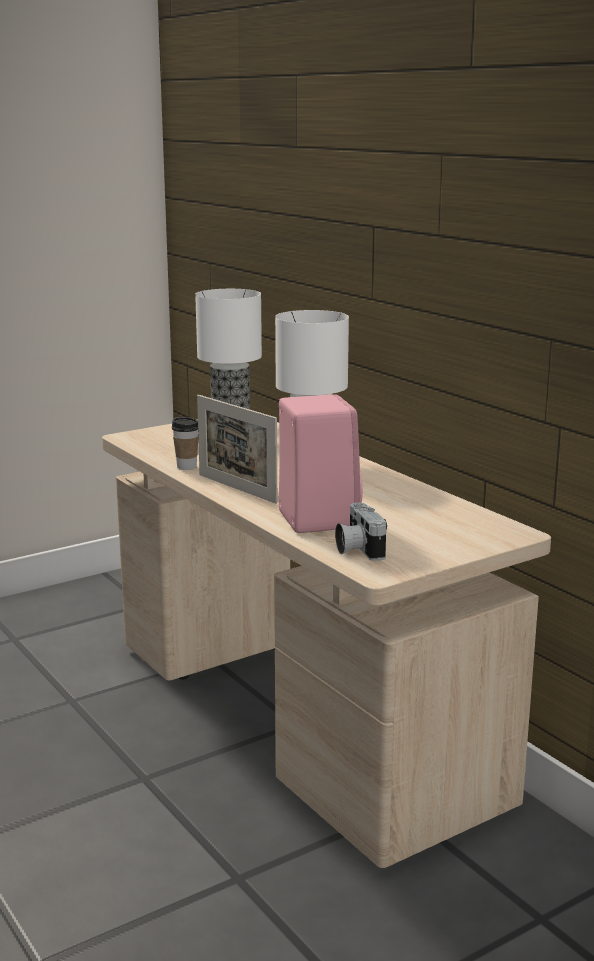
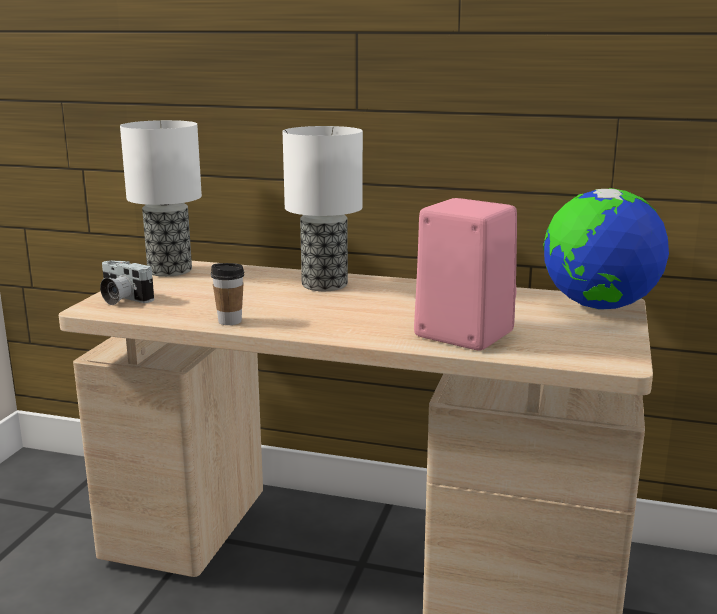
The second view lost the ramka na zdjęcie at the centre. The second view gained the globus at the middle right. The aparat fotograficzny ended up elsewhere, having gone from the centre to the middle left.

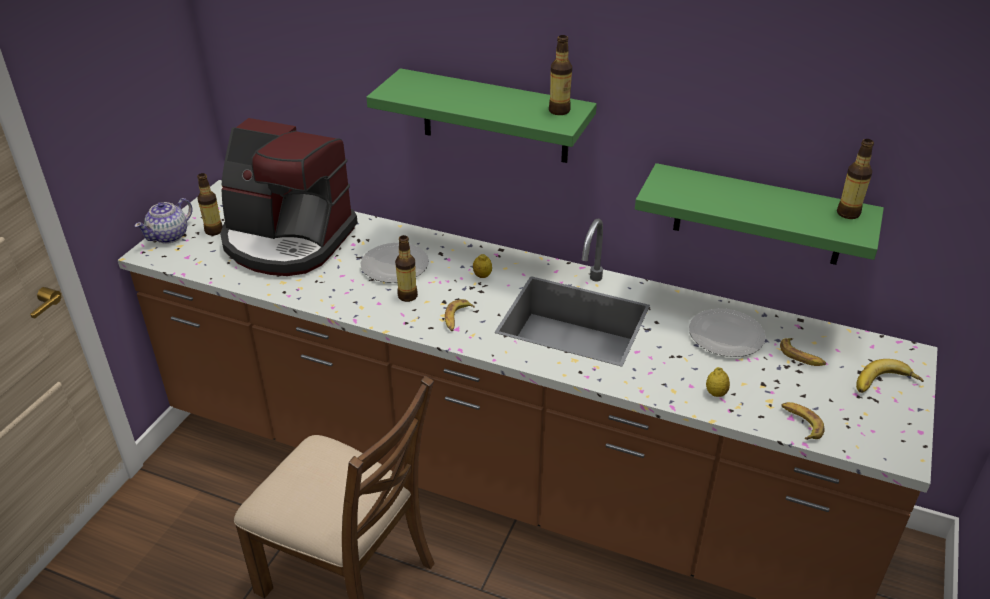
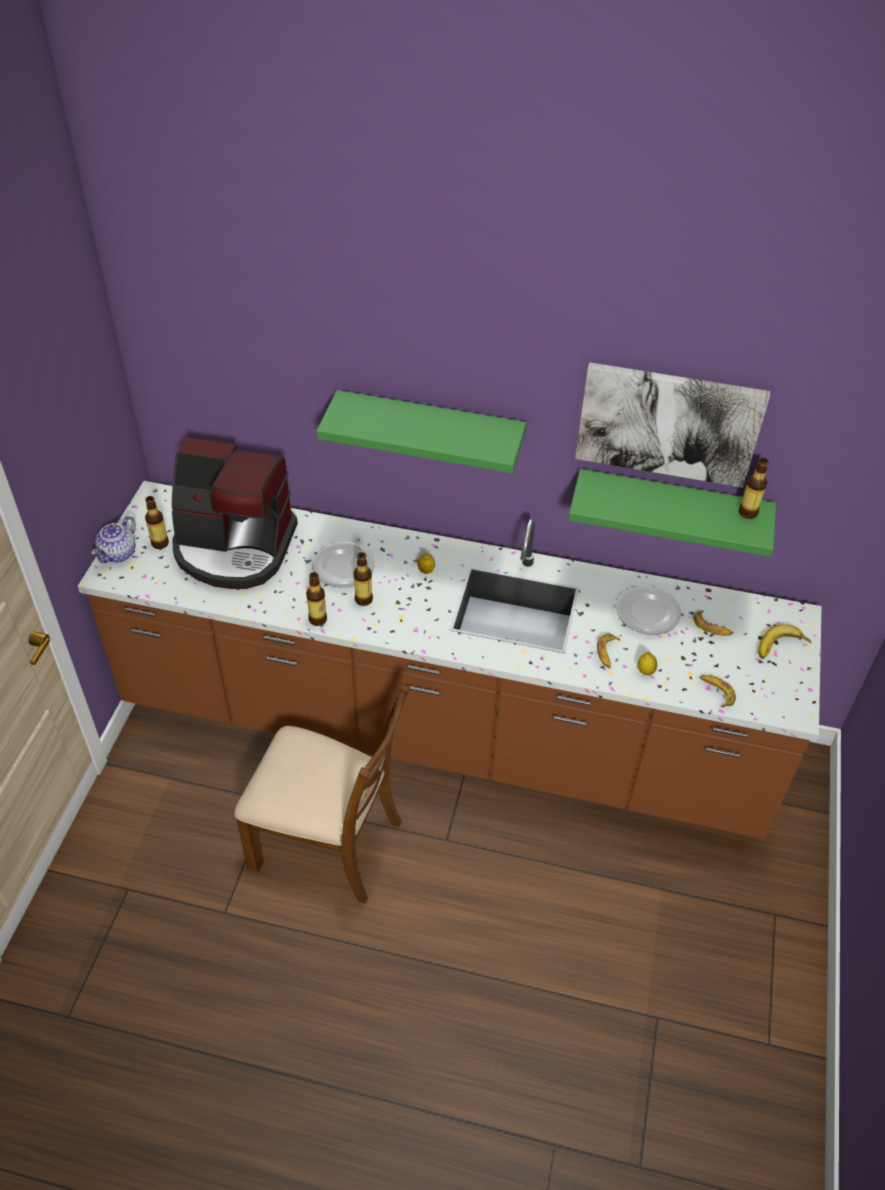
The second view gained the obraz at the middle right. The banan (no. 1 from left) ended up elsewhere, having gone from the centre to the middle right. The butelka (no. 3 from left in the first image) ended up elsewhere, having gone from the top centre to the centre.

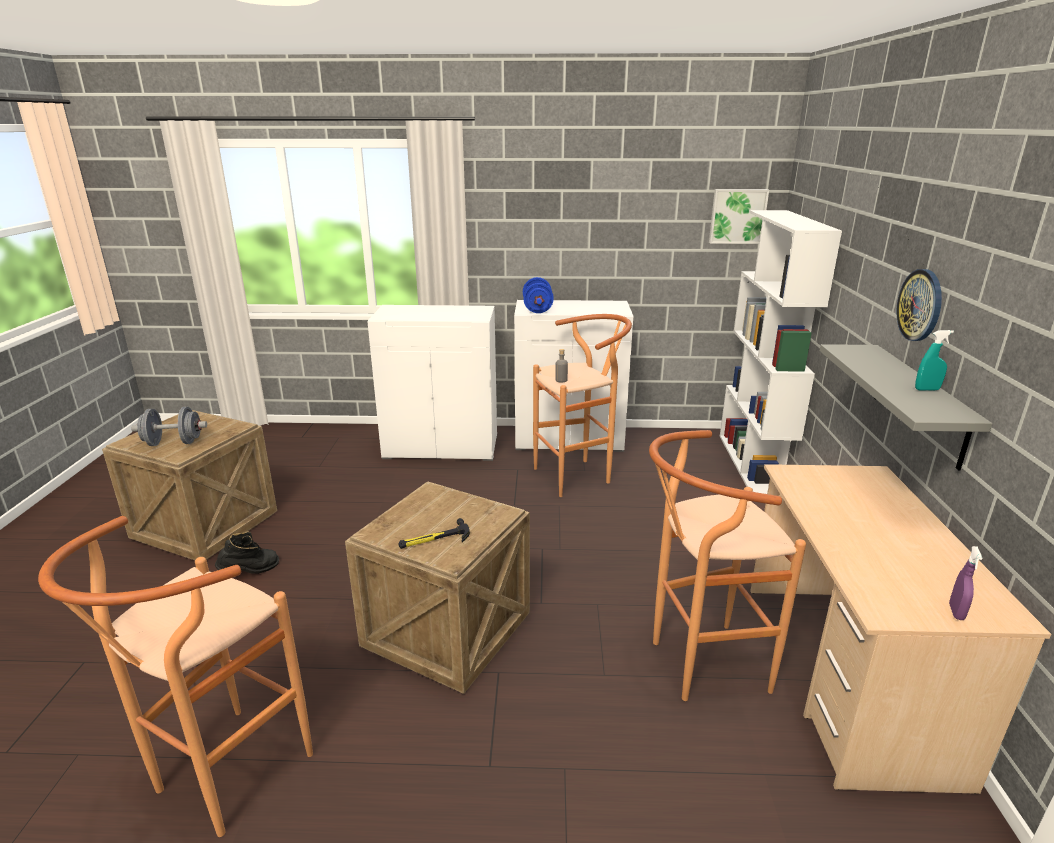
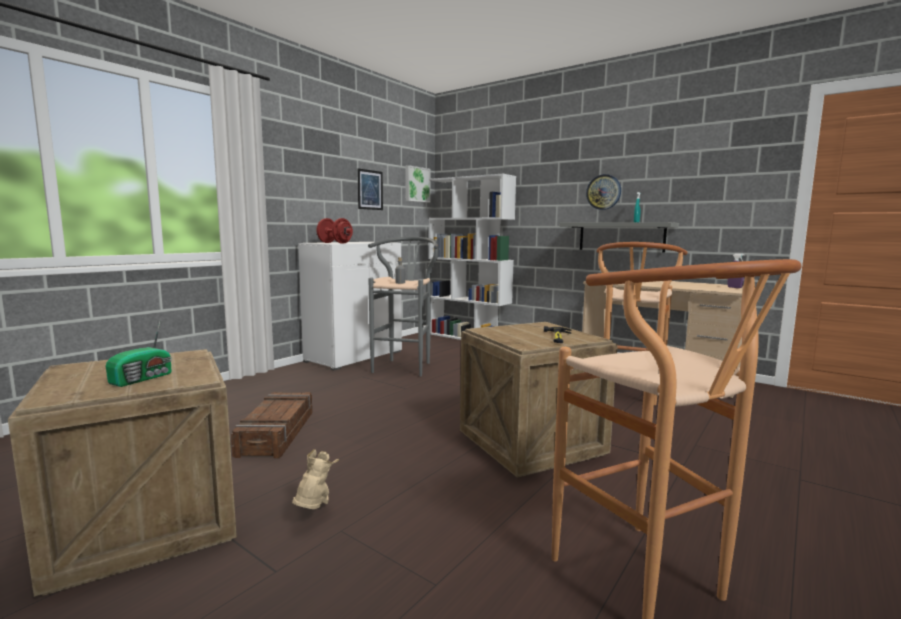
The second view lost the szafka (biały) (no. 1 from left) at the centre. The second view gained the skrzynka (no. 2 from left) at the bottom left. The second view gained the obraz (no. 1 from left) at the top centre. Where the hantel (szary) stood at the middle left, the radio came to stand at the middle left. What was the but z cholewką (czarny) at the middle left turned into the but z cholewką (beżowy) at the bottom centre. What was the hantel (niebieski) at the centre turned into the hantel (czerwony) at the centre. What was the stołek (brązowy) (no. 2 from left) at the centre turned into the stołek (szary) at the centre.

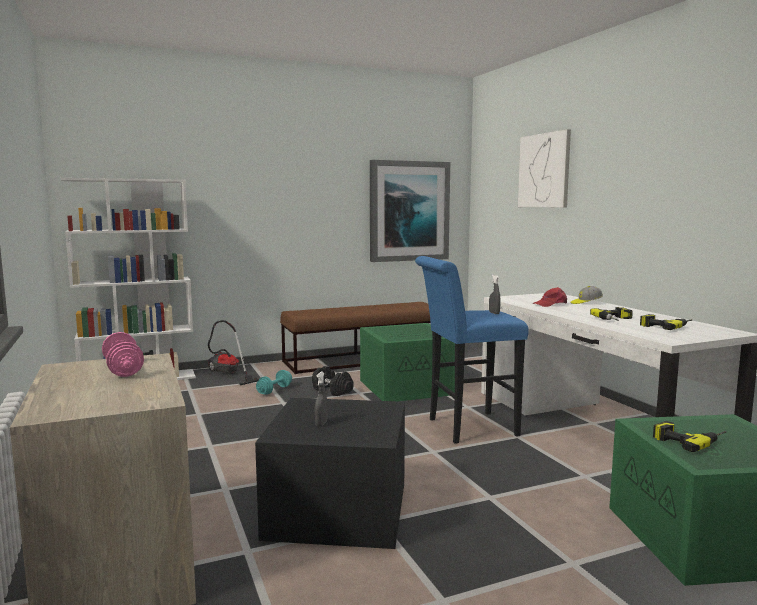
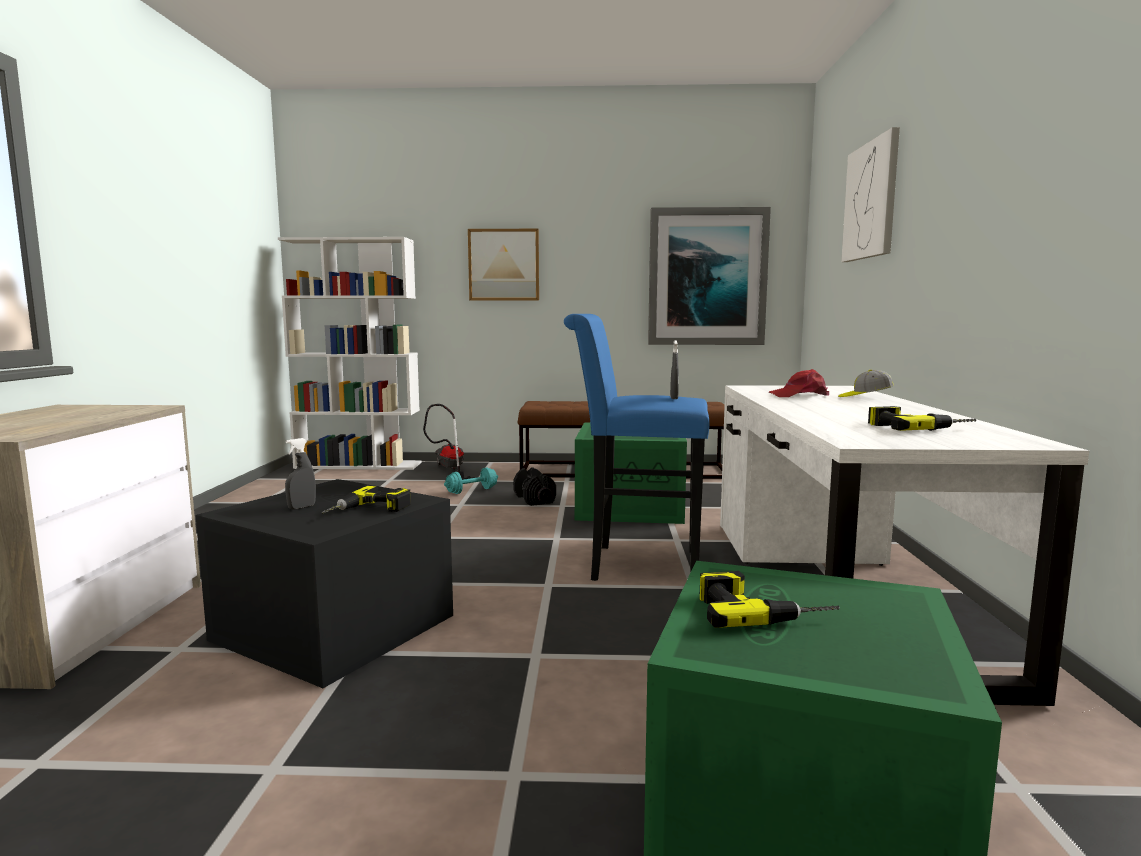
The second view lost the hantel (różowy) at the middle left. The second view gained the obraz (no. 1 from left) at the top centre. The wiertarka (no. 1 from left) ended up elsewhere, having gone from the middle right to the middle left.

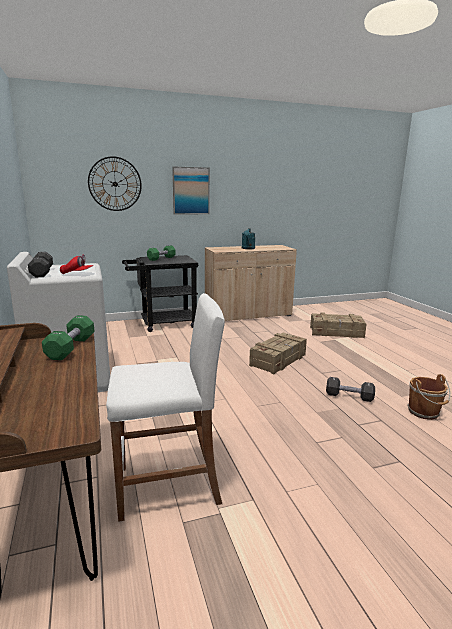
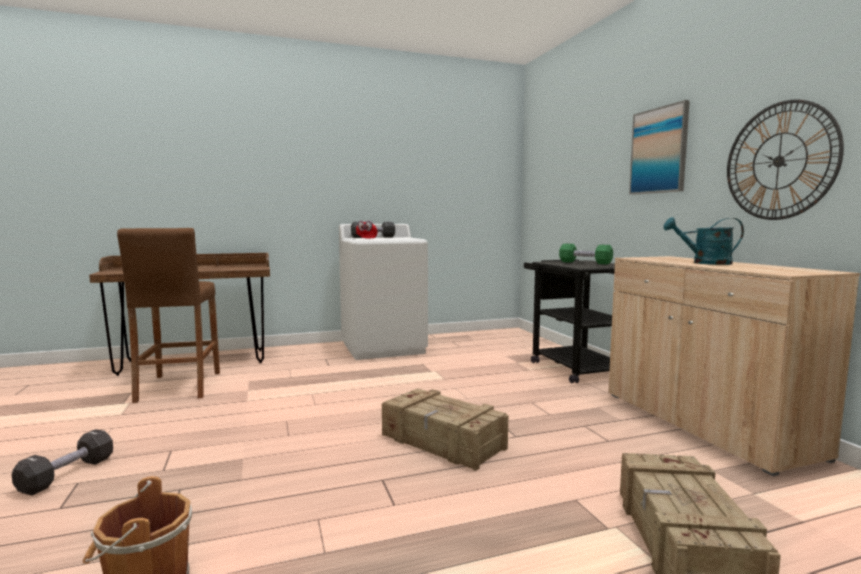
The second view lost the hantel (zielony) (no. 1 from left) at the middle left. The zegar ścienny ended up elsewhere, having gone from the top left to the top right. The hantel (czarny) (no. 2 from left in the first image) ended up elsewhere, having gone from the middle right to the bottom left. What was the stołek (biały) at the centre turned into the stołek (brązowy) at the middle left.

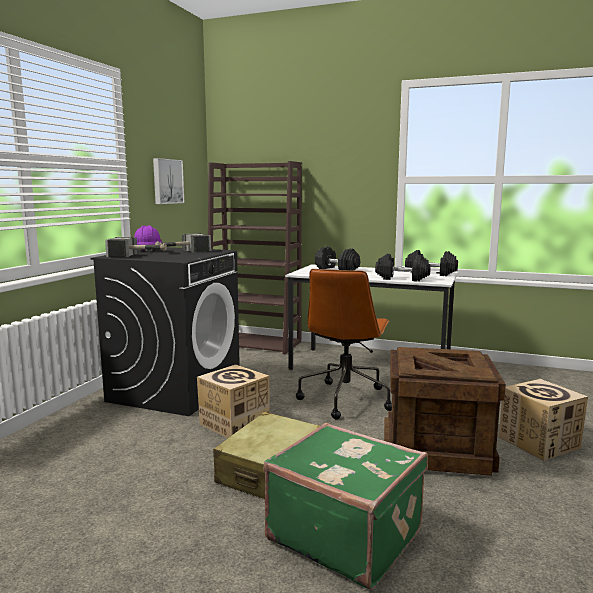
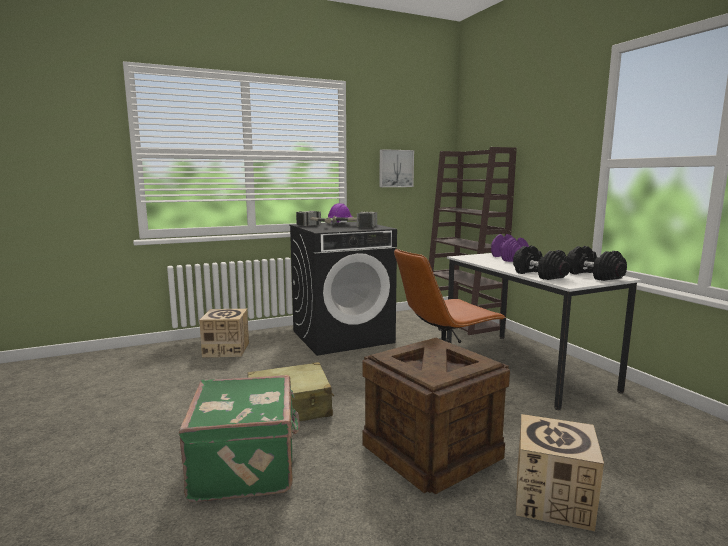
The karton (no. 1 from left) ended up elsewhere, having gone from the bottom centre to the middle left. What was the hantel (czarny) (no. 1 from left) at the centre turned into the hantel (fioletowy) at the middle right.

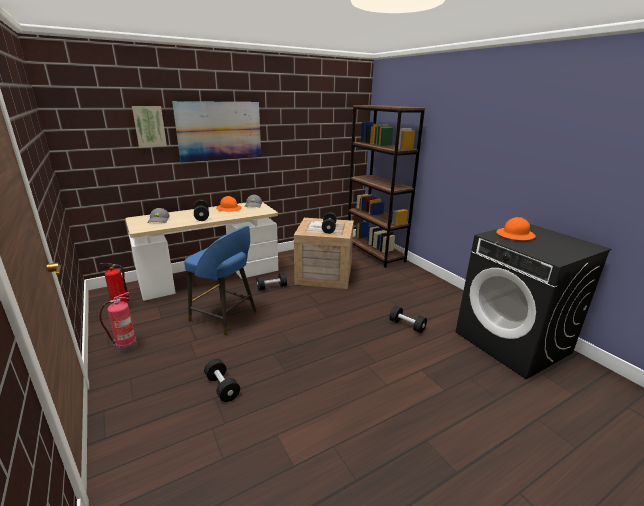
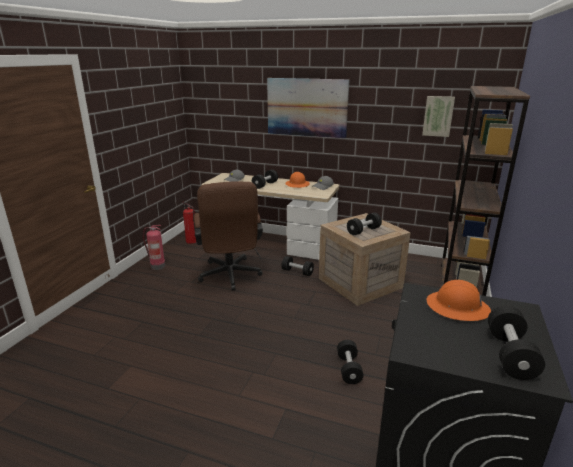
The obraz (no. 1 from left in the first image) ended up elsewhere, having gone from the top left to the top right. The hantel (czarny) (no. 2 from left in the first image) ended up elsewhere, having gone from the bottom centre to the bottom right. Where the stołek (niebieski) stood at the centre, the krzesło biurowe (brązowy) came to stand at the centre.

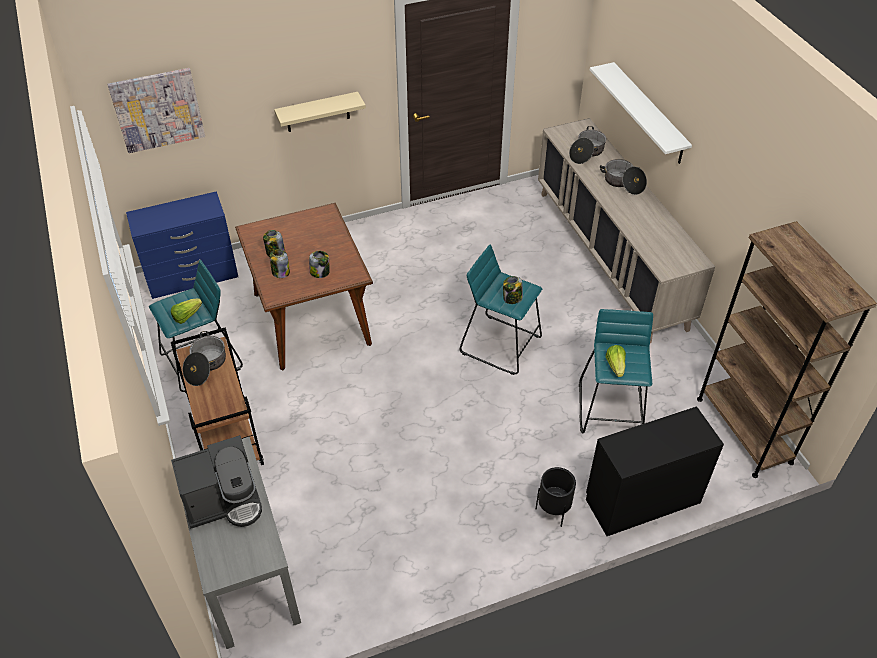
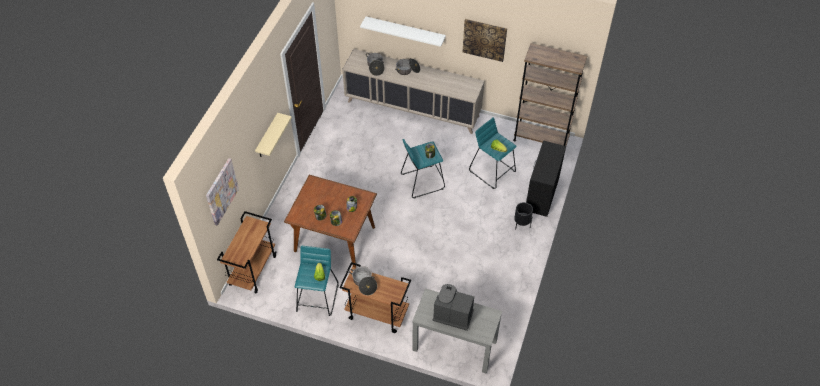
The second view gained the obraz (no. 2 from left) at the top centre. Where the komoda (niebieski) stood at the middle left, the wózek (brązowy) (no. 1 from left) came to stand at the middle left. The ekspres do kawy at the bottom left ended up facing another way, 90 degrees counterclockwise from before.

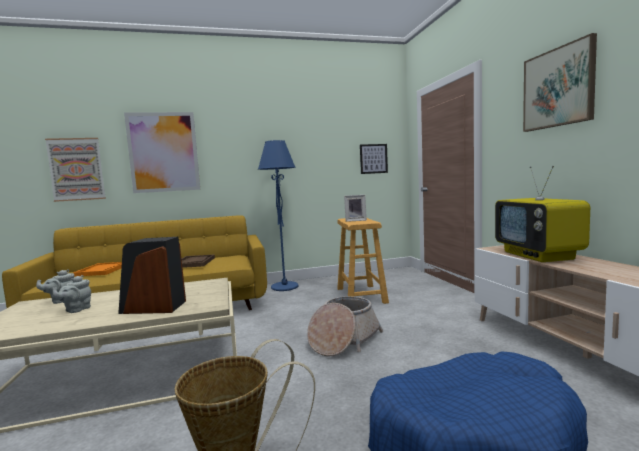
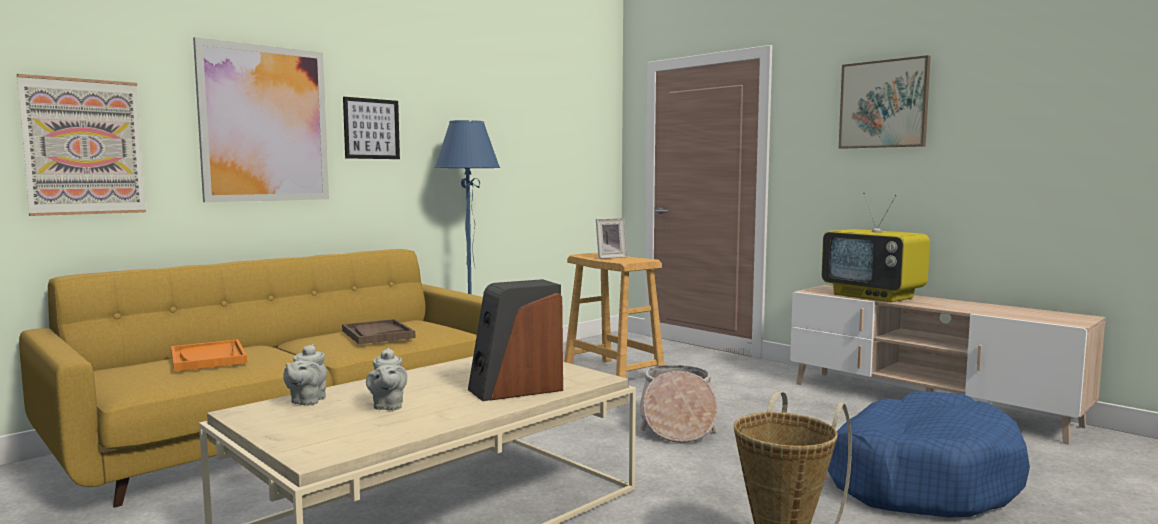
The obraz (no. 3 from left) ended up elsewhere, having gone from the centre to the top left.

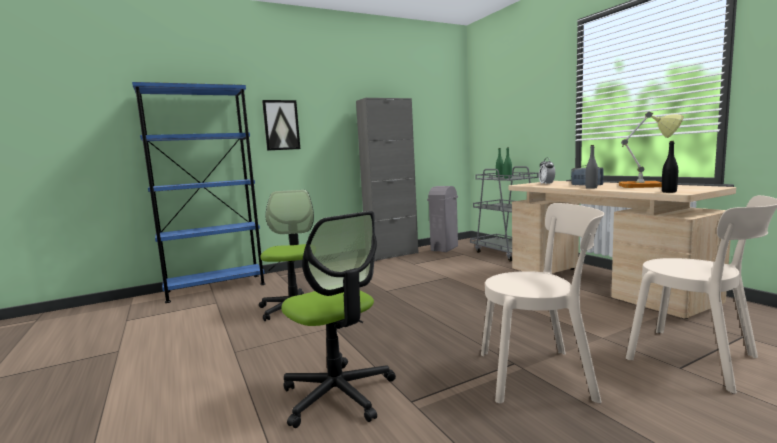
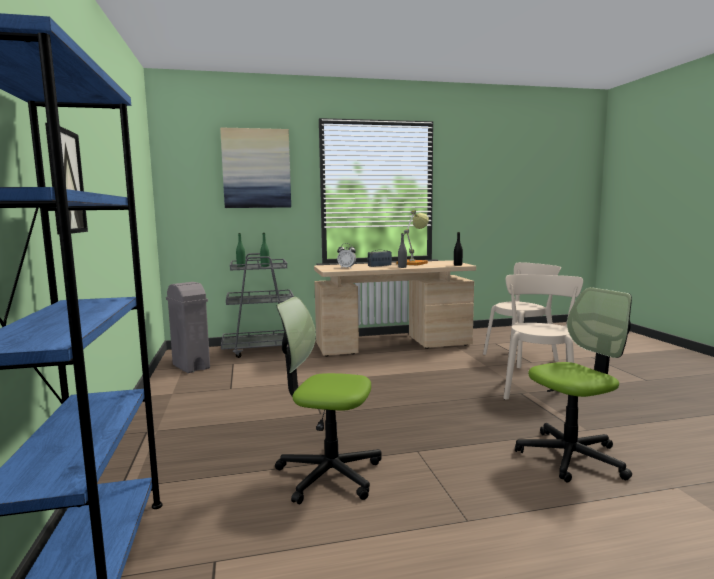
The second view lost the szafka (szary) at the centre. The second view gained the obraz (no. 2 from left) at the top centre.

